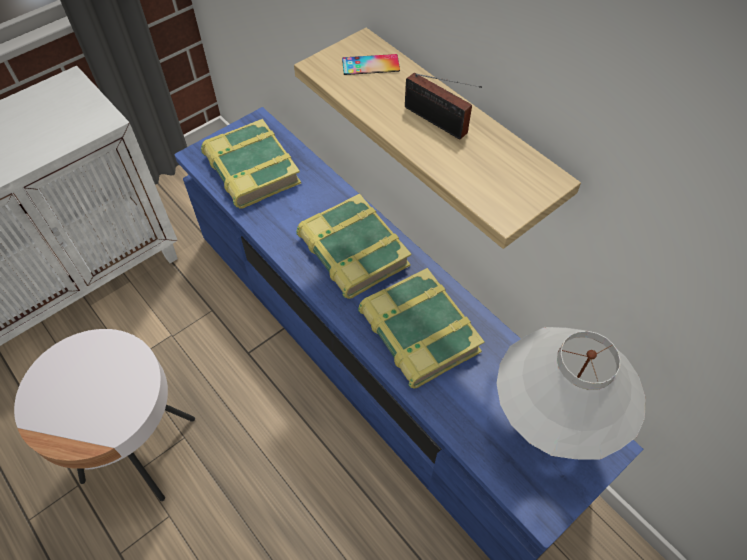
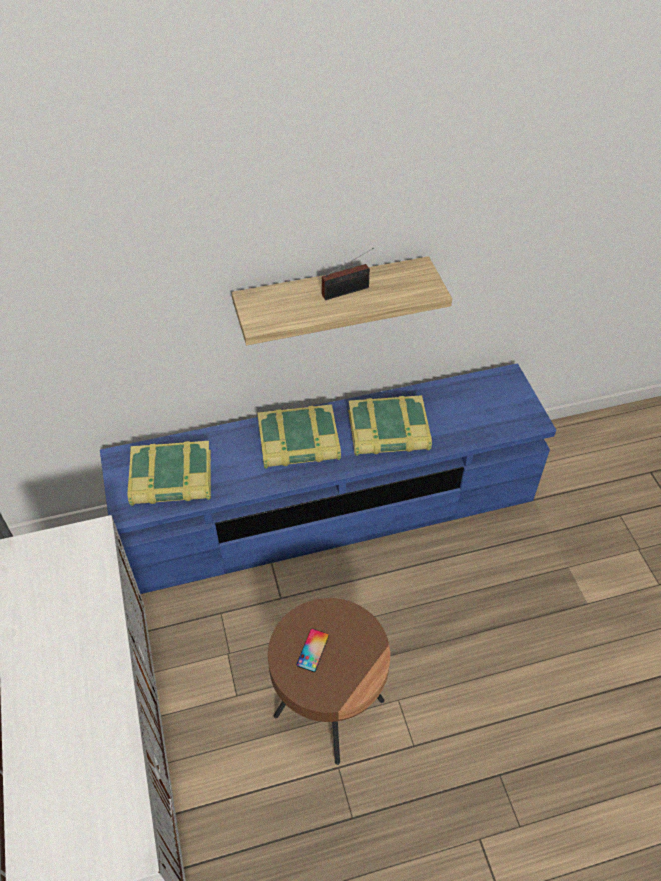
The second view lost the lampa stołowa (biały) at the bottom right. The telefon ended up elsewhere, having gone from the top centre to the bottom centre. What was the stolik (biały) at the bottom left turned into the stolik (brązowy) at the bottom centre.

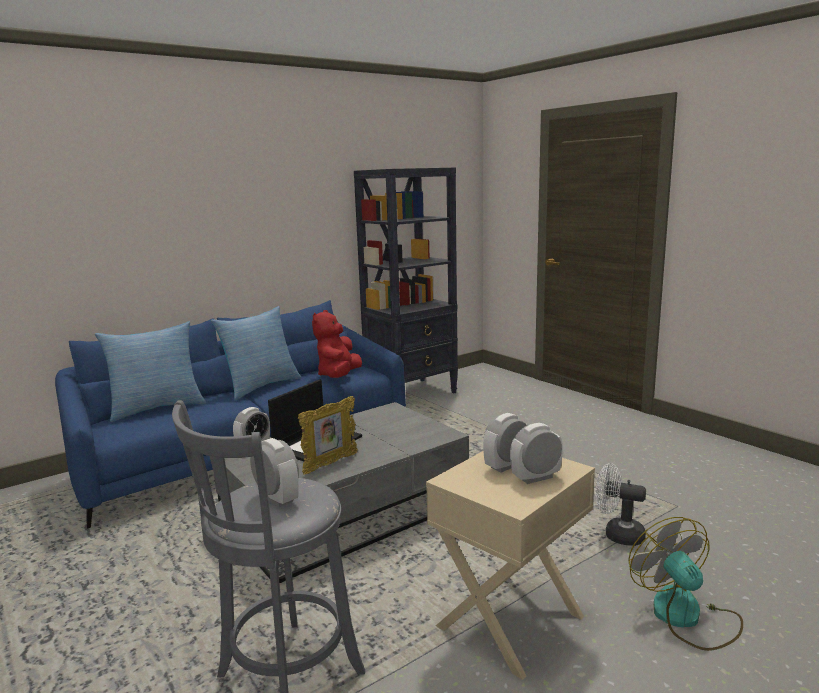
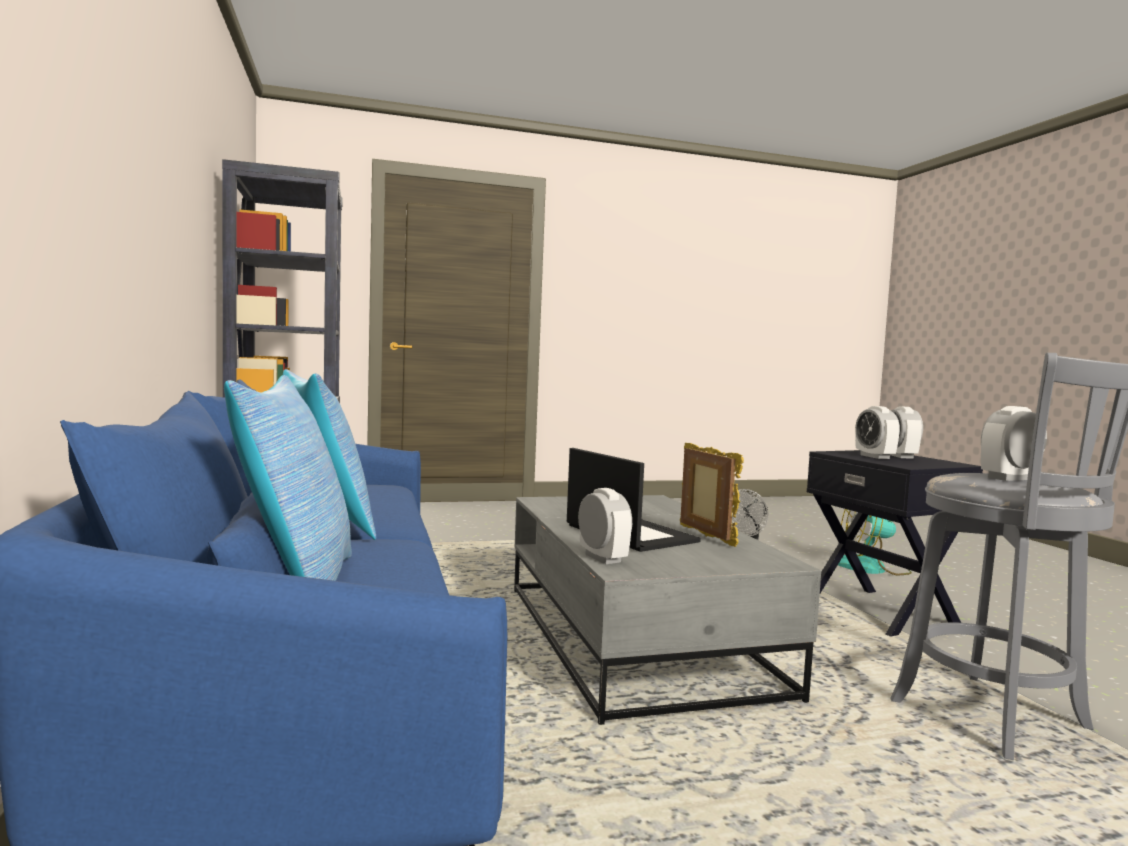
The second view lost the pluszak (czerwony) at the centre. What was the stolik (beżowy) at the bottom centre turned into the stolik (czarny) at the middle right.

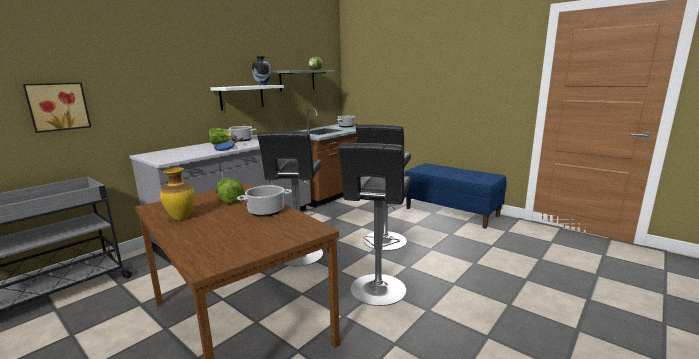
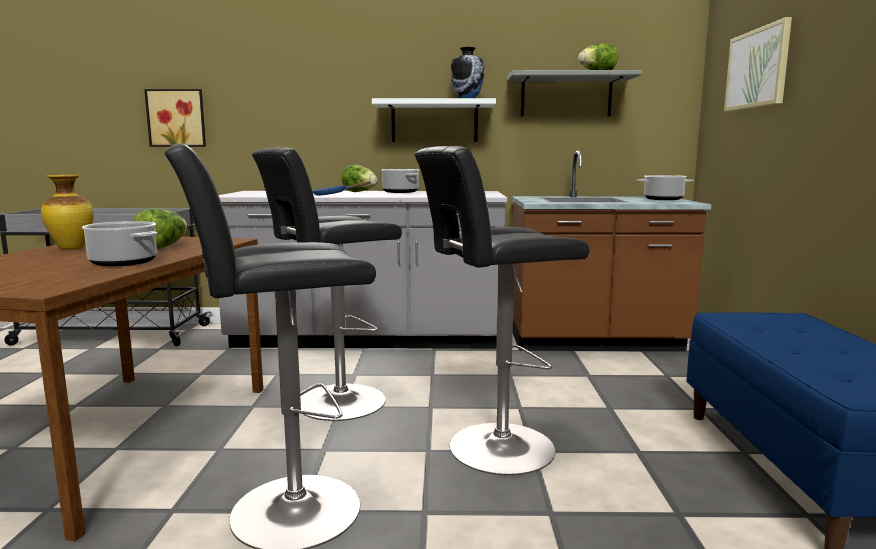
The second view gained the obraz (no. 2 from left) at the top right.

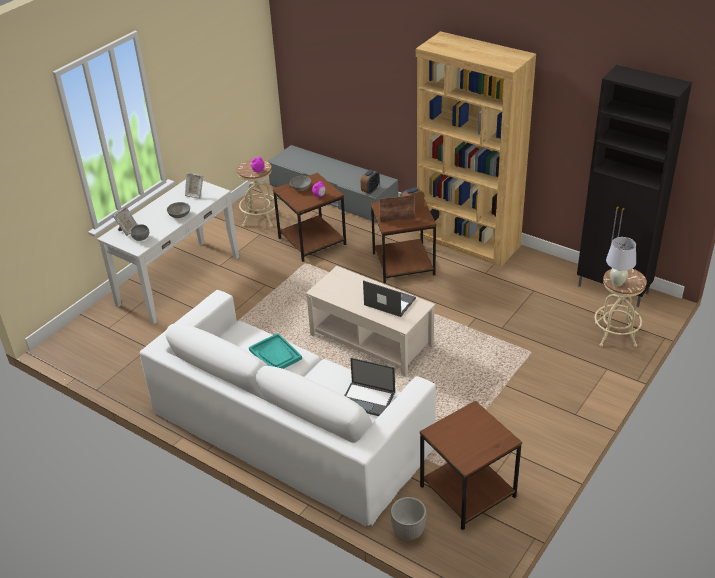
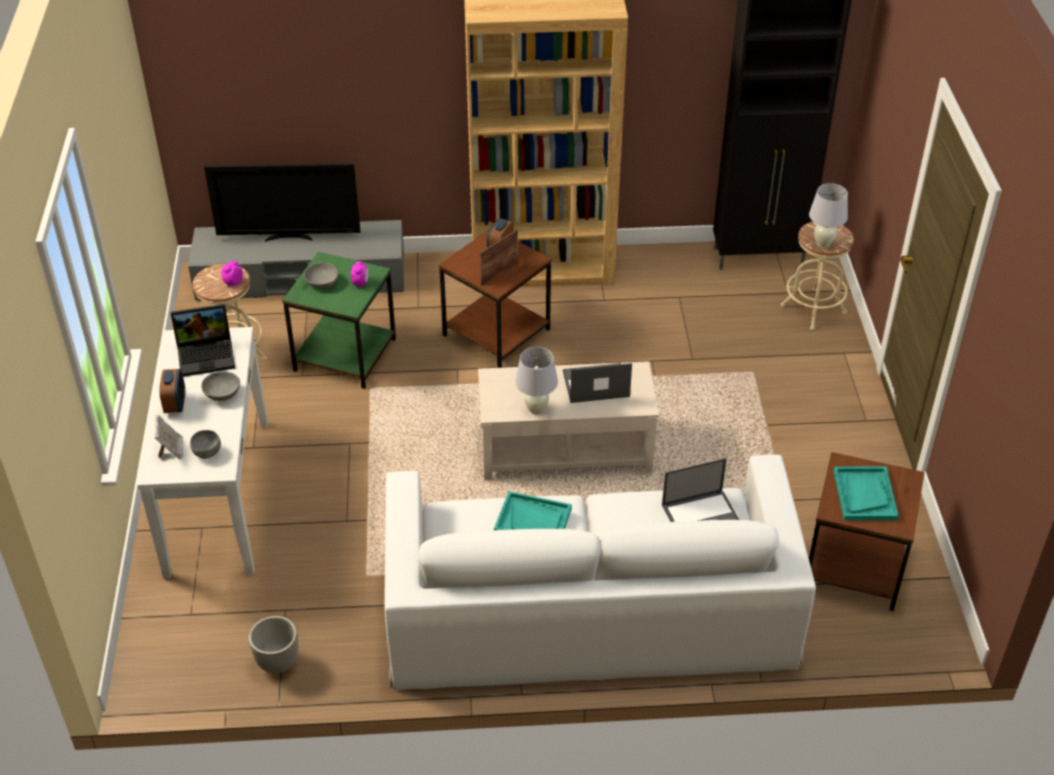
The second view gained the telewizor at the top left. The second view gained the lampa stołowa (biały) (no. 1 from left) at the centre. The second view gained the taca (turkusowy) (no. 2 from left) at the middle right. The budzik (no. 3 from left in the first image) ended up elsewhere, having gone from the top centre to the middle left. The donica ended up elsewhere, having gone from the bottom centre to the bottom left. Where the ramka na zdjęcie (no. 2 from left) stood at the top left, the laptop (no. 1 from left) came to stand at the middle left. What was the stolik (brązowy) (no. 1 from left) at the centre turned into the stolik (zielony) at the middle left.

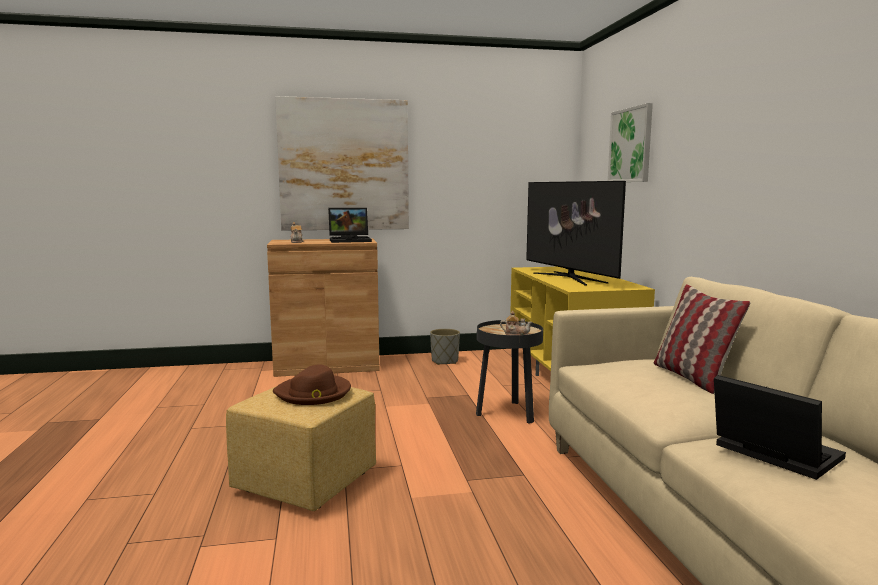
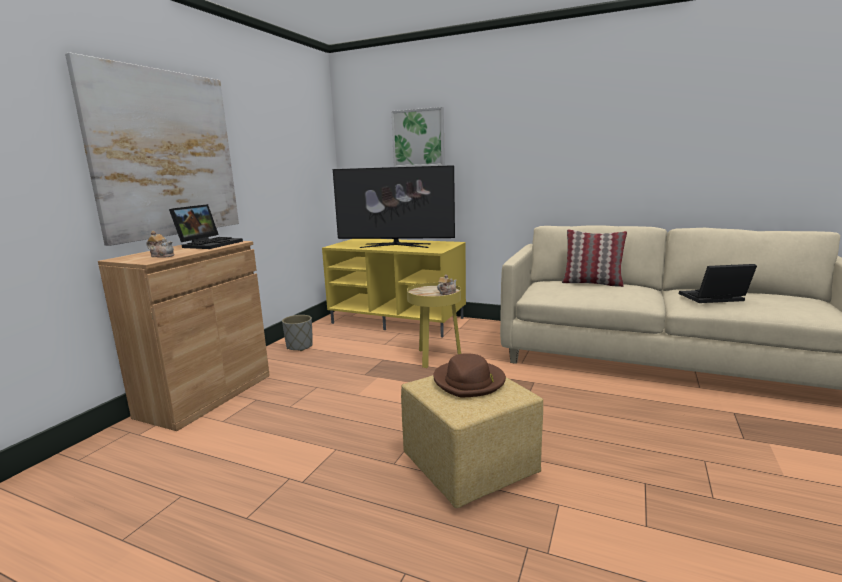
What was the stolik (czarny) at the centre turned into the stolik (żółty) at the centre.

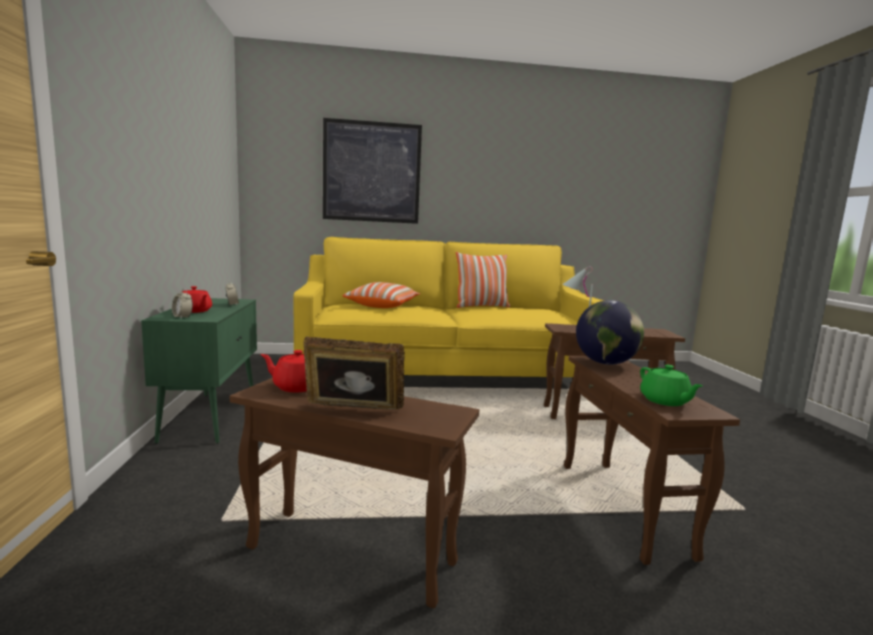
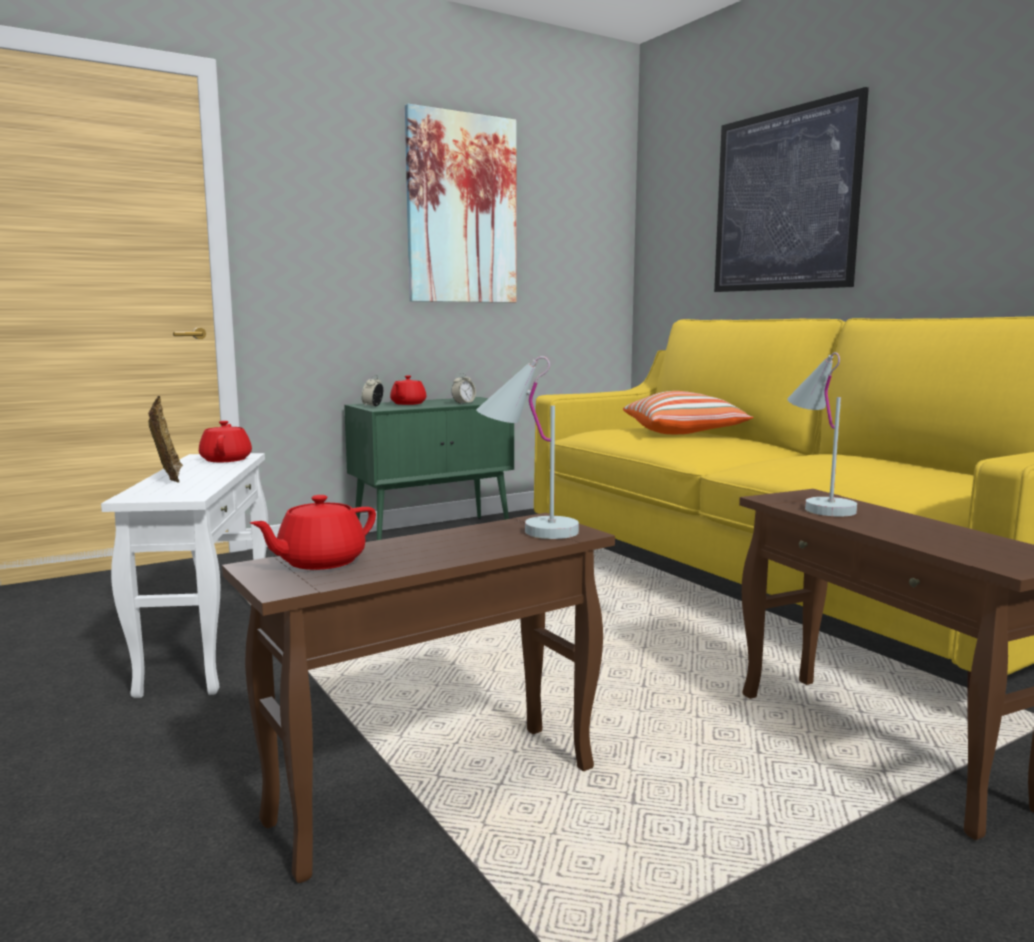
The second view lost the poduszka (no. 2 from left) at the centre. The second view gained the obraz (no. 1 from left) at the top centre. Where the globus stood at the middle right, the lampa stołowa (biały) (no. 1 from left) came to stand at the centre. What was the stolik (brązowy) (no. 1 from left) at the bottom centre turned into the stolik (biały) at the middle left. What was the imbryk (zielony) at the middle right turned into the imbryk (czerwony) (no. 2 from left) at the middle left.

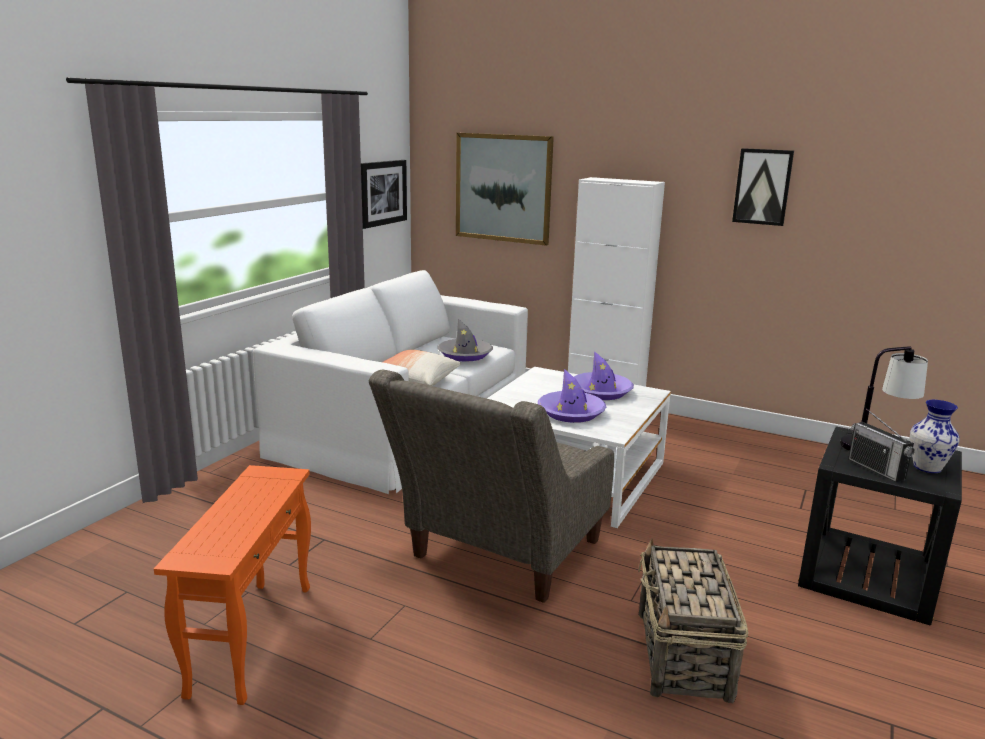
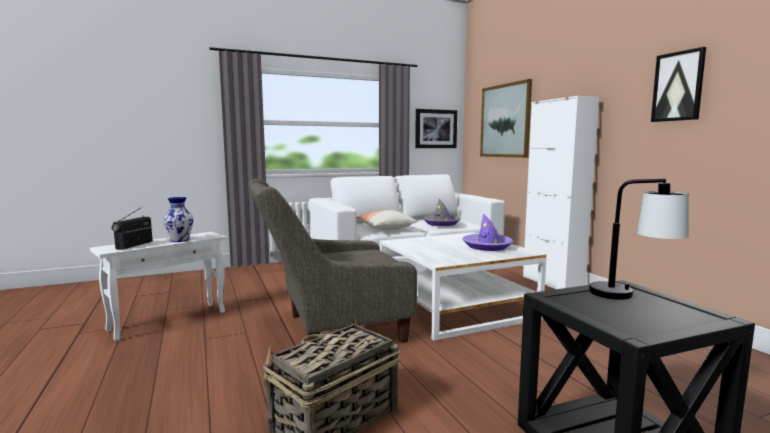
The second view lost the kapelusz (fioletowy) (no. 1 from left) at the centre. The radio ended up elsewhere, having gone from the middle right to the middle left. The wazon ended up elsewhere, having gone from the middle right to the middle left. What was the stolik (pomarańczowy) at the bottom left turned into the stolik (biały) at the middle left.

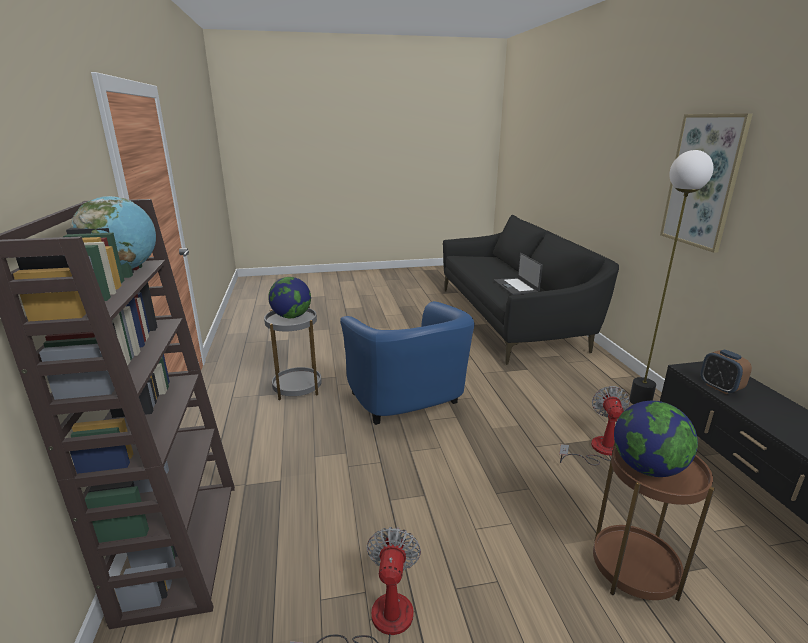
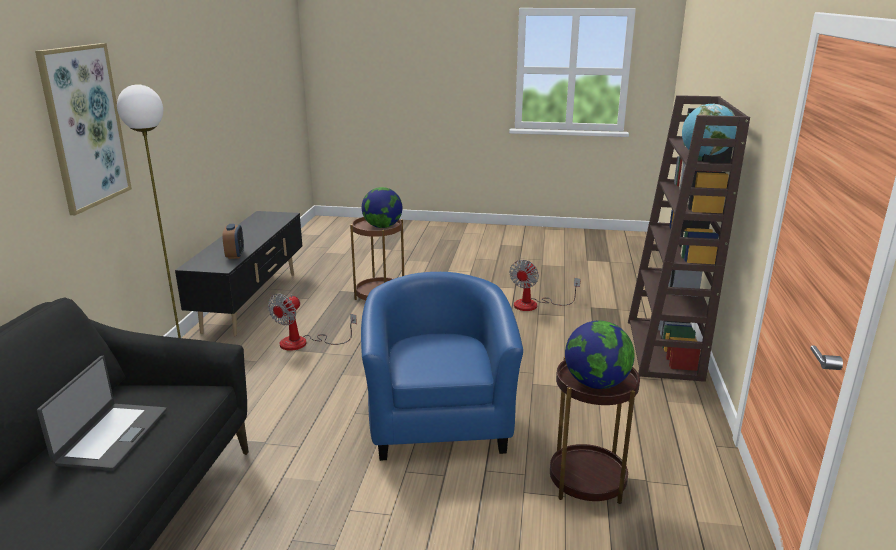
What was the stolik (szary) at the centre turned into the stolik (brązowy) (no. 2 from left) at the bottom centre.

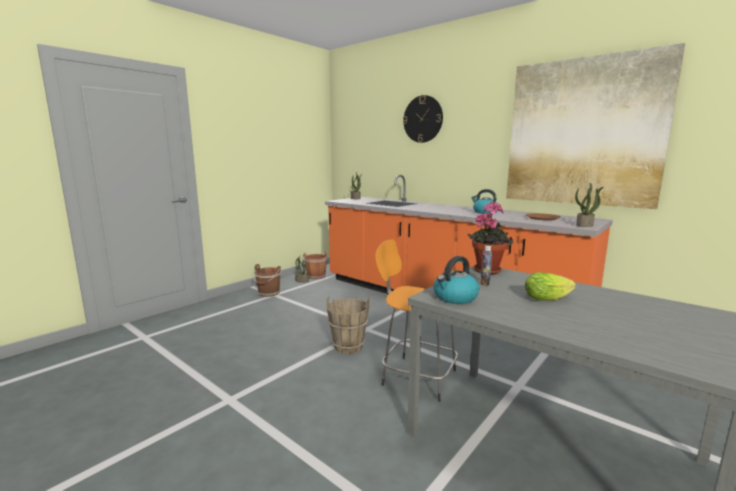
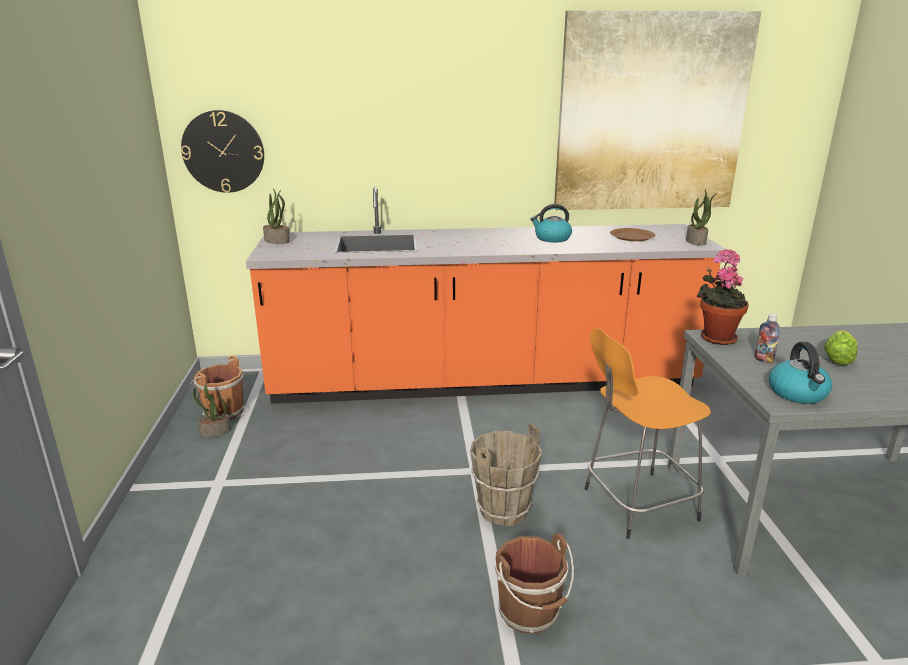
The wiadro (brązowy) (no. 1 from left in the first image) ended up elsewhere, having gone from the centre to the bottom centre. The zegar ścienny ended up elsewhere, having gone from the top centre to the top left.

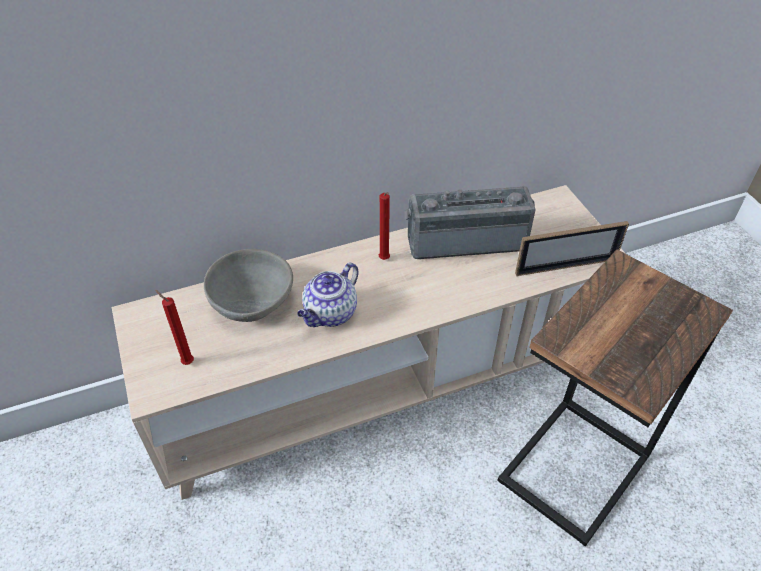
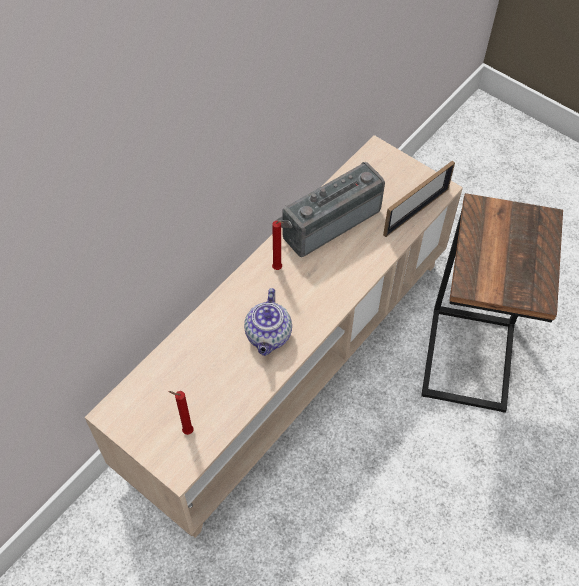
The second view lost the miska (szary) at the middle left.

